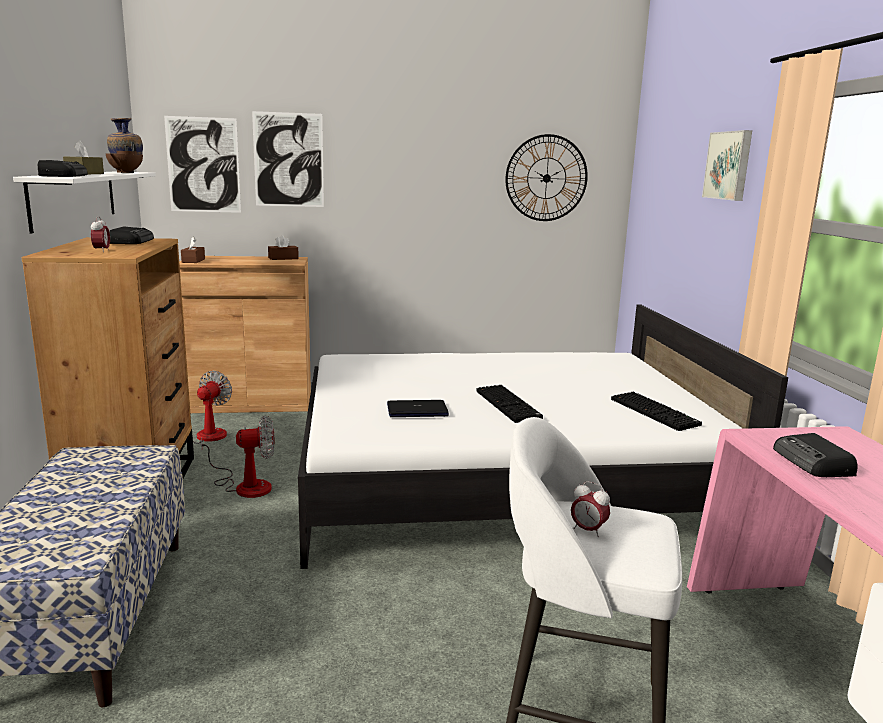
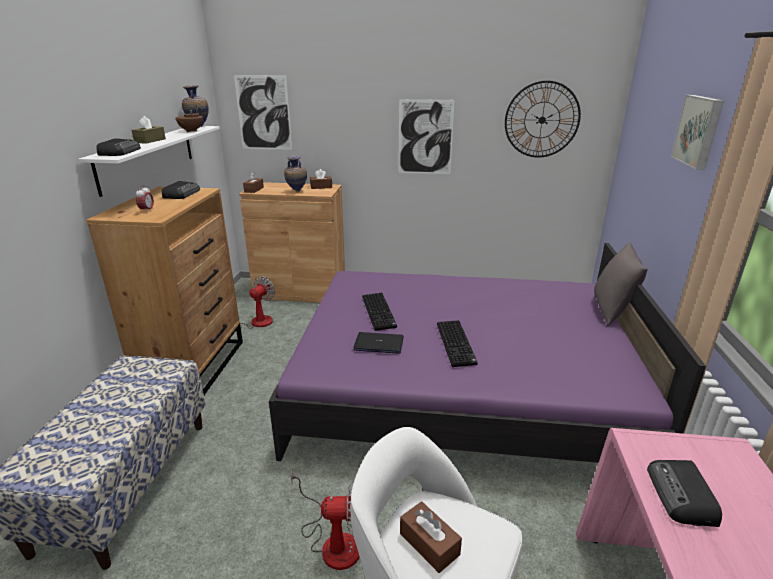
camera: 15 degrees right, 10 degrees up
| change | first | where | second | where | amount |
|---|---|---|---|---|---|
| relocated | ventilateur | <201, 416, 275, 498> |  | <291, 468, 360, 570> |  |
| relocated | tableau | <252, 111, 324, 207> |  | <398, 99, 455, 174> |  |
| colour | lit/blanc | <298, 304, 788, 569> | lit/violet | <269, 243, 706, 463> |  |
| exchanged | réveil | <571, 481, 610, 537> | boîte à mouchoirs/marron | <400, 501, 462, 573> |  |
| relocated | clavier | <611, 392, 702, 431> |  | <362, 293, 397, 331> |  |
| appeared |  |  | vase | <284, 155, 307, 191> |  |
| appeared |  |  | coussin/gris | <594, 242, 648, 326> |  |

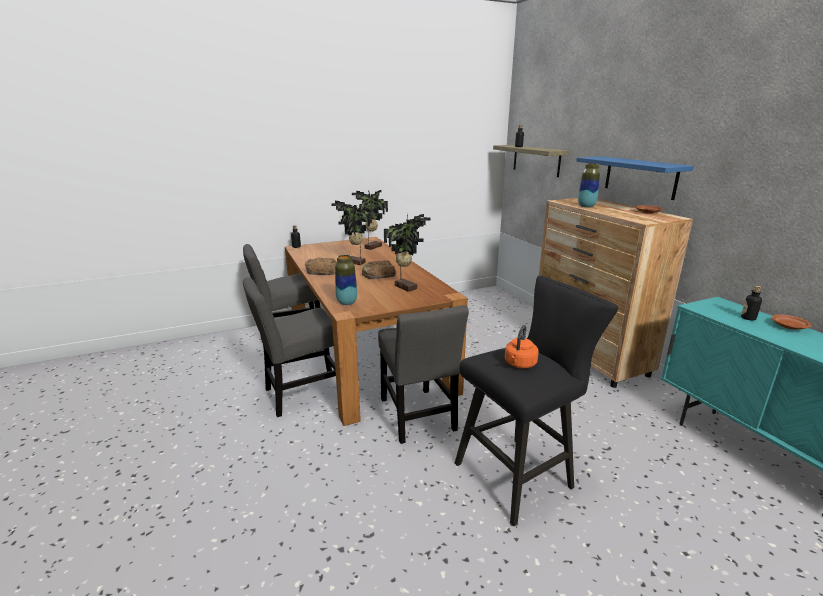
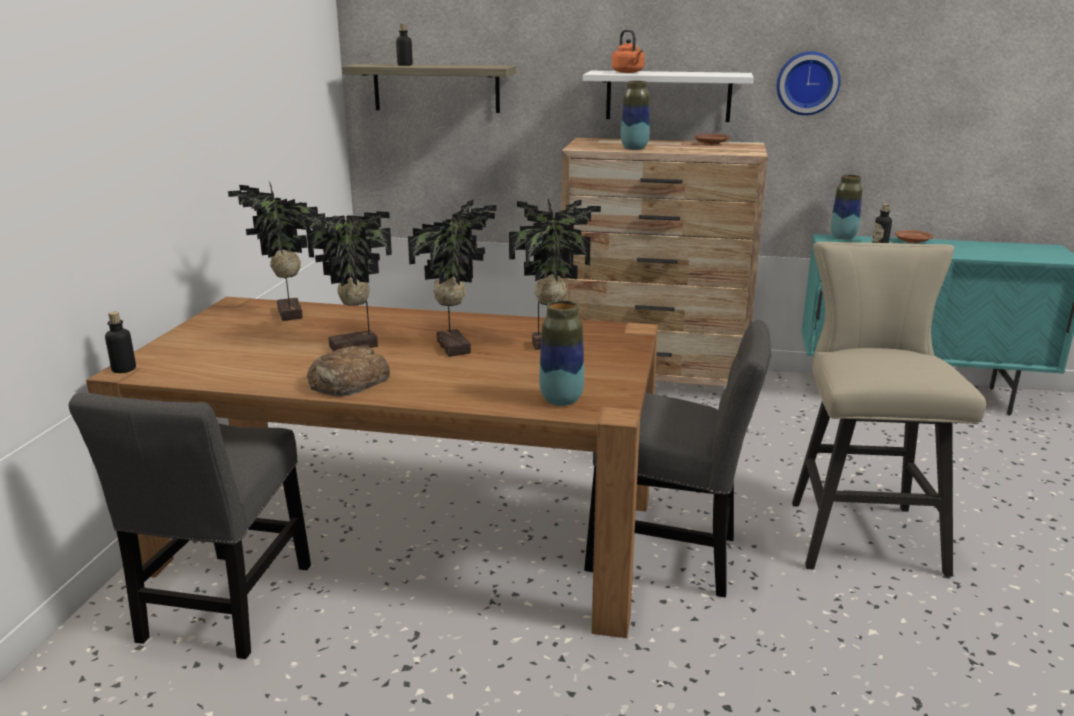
camera: 55 degrees left, 0 degrees up
| change | first | where | second | where | amount |
|---|---|---|---|---|---|
| missing | chaise/gris | <243, 277, 336, 417> |  |  |  |
| exchanged | pain | <362, 261, 397, 279> | plante en pot | <408, 200, 497, 356> |  |
| colour | tabouret/noir | <455, 275, 618, 526> | tabouret/beige | <792, 242, 986, 577> |  |
| relocated | bouilloire/orange | <505, 325, 539, 369> |  | <612, 29, 645, 73> |  |
| colour | étagère/bleu | <576, 156, 694, 200> | étagère/blanc | <583, 71, 753, 122> |  |
| appeared |  |  | horloge murale | <777, 51, 840, 115> |  |
| appeared |  |  | vase | <831, 175, 862, 240> |  |

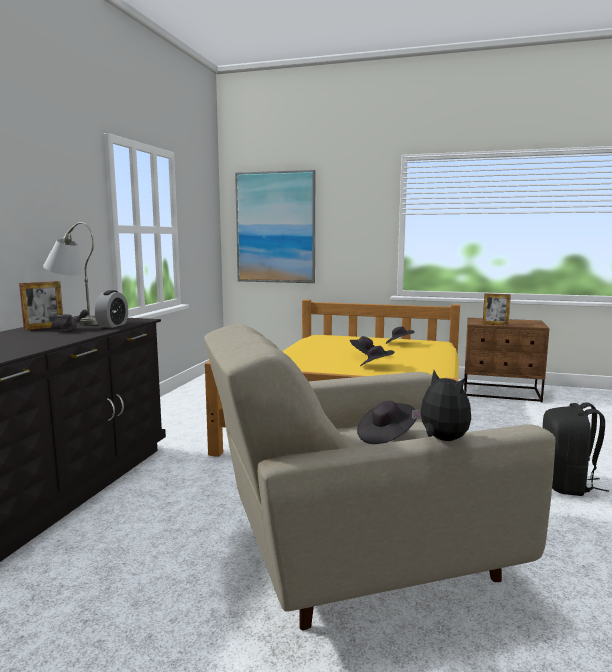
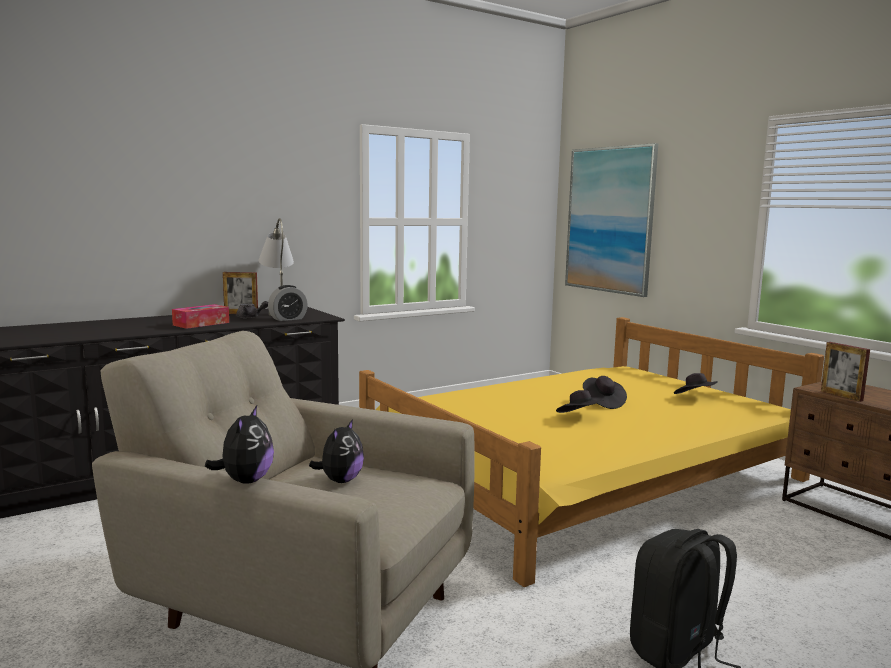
camera: 40 degrees right, 0 degrees up
| change | first | where | second | where | amount |
|---|---|---|---|---|---|
| exchanged | chapeau/noir | <357, 401, 417, 444> | peluche | <309, 419, 364, 483> |  |
| appeared |  |  | boîte à mouchoirs | <172, 304, 229, 329> |  |

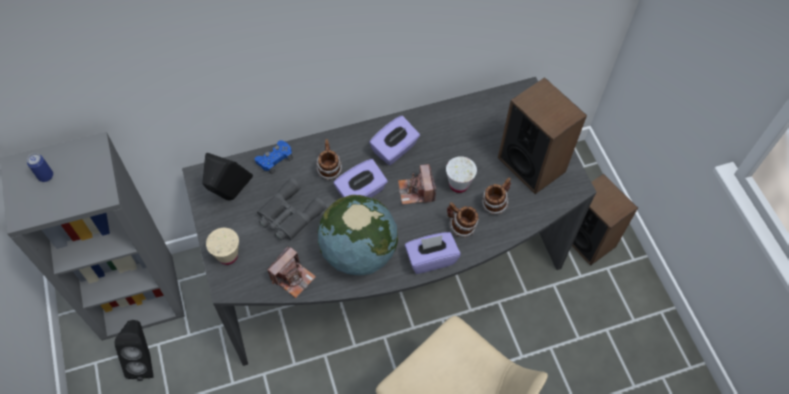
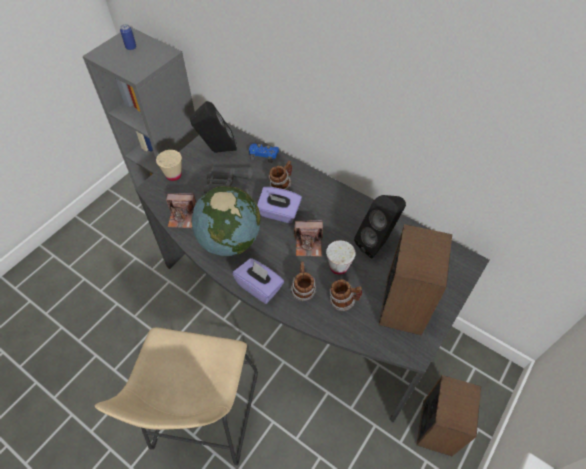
camera: 55 degrees right, 5 degrees down
| change | first | where | second | where | amount |
|---|---|---|---|---|---|
| relocated | enceinte/noir | <115, 320, 154, 381> |  | <354, 195, 406, 258> |  |
| missing | boîte à mouchoirs/violet | <369, 116, 420, 165> |  |  |  |
| spun | appareil photo | <398, 164, 436, 205> |  | <294, 220, 323, 256> | 135 degrees counterclockwise |

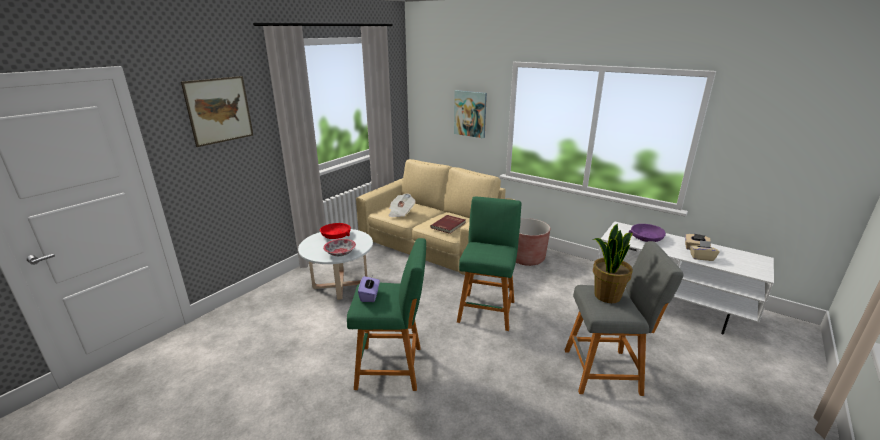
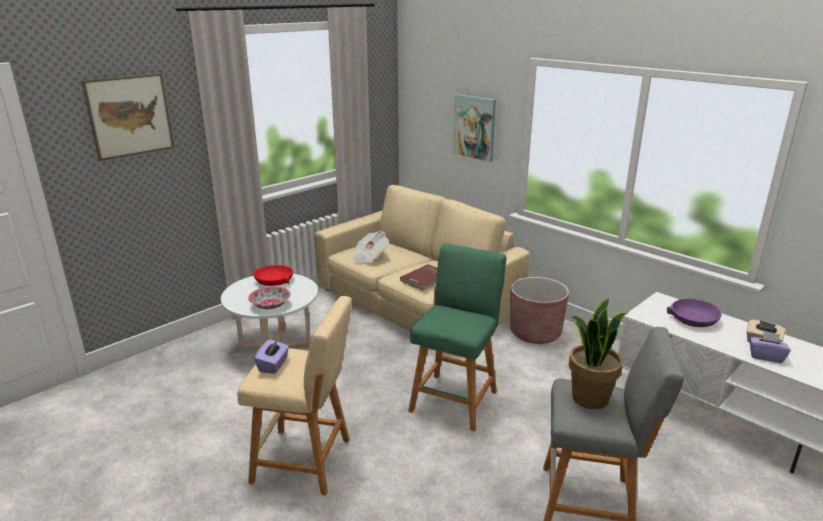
camera: 10 degrees right, 0 degrees up
| change | first | where | second | where | amount |
|---|---|---|---|---|---|
| colour | tabouret/vert | <347, 238, 426, 391> | tabouret/beige | <237, 296, 352, 496> |  |
| colour | boîte à mouchoirs/beige | <690, 240, 720, 261> | boîte à mouchoirs/violet | <749, 331, 791, 363> |  |

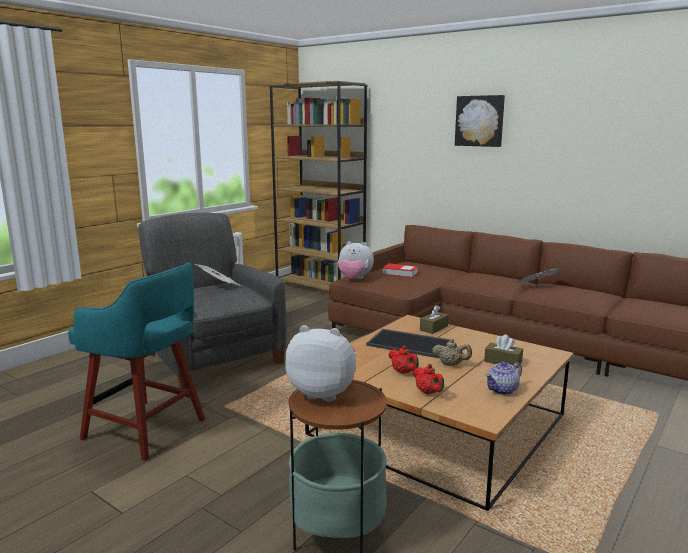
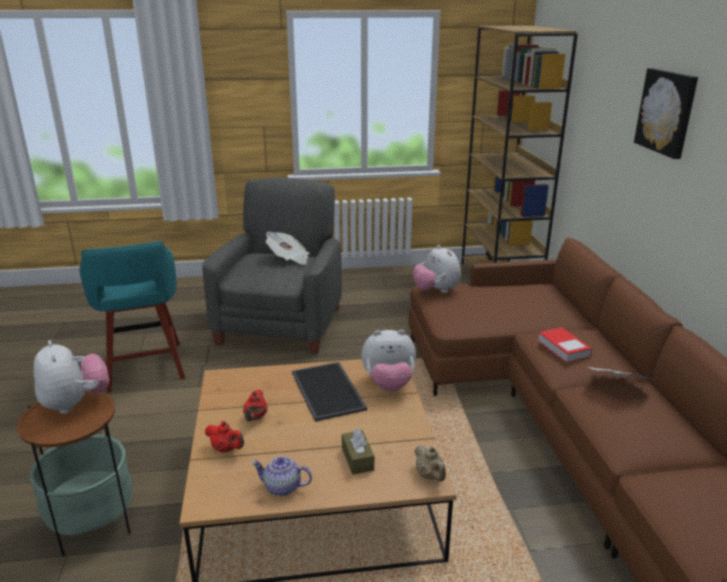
camera: 45 degrees right, 10 degrees up
| change | first | where | second | where | amount |
|---|---|---|---|---|---|
| relocated | livre | <383, 264, 418, 278> |  | <538, 327, 592, 363> |  |
| spun | théière/rouge | <413, 364, 444, 394> |  | <205, 421, 244, 452> | 75 degrees counterclockwise |
| exchanged | boîte à mouchoirs/marron | <420, 305, 449, 334> | peluche | <362, 330, 416, 392> |  |
| relocated | théière/beige | <432, 339, 472, 366> |  | <415, 445, 446, 482> |  |

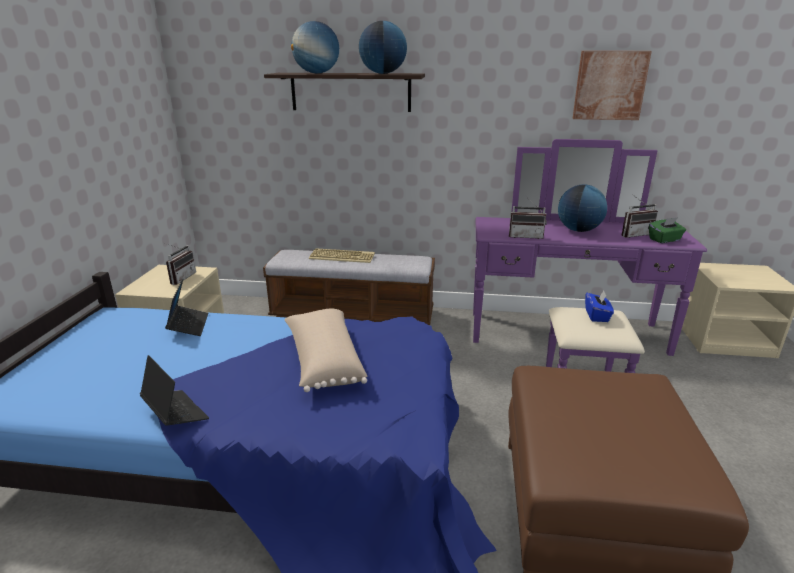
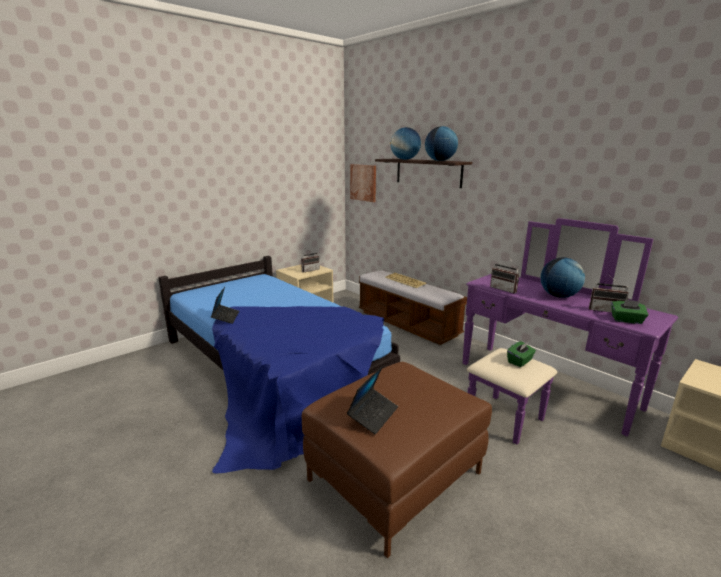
camera: 40 degrees right, 5 degrees down
| change | first | where | second | where | amount |
|---|---|---|---|---|---|
| relocated | ordinateur portable | <165, 279, 208, 336> |  | <347, 366, 398, 434> |  |
| missing | coussin/beige | <284, 308, 367, 392> |  |  |  |
| relocated | tableau | <573, 51, 652, 120> |  | <350, 164, 376, 202> |  |
| colour | boîte à mouchoirs/bleu | <585, 290, 614, 322> | boîte à mouchoirs/vert | <507, 341, 536, 367> |  |

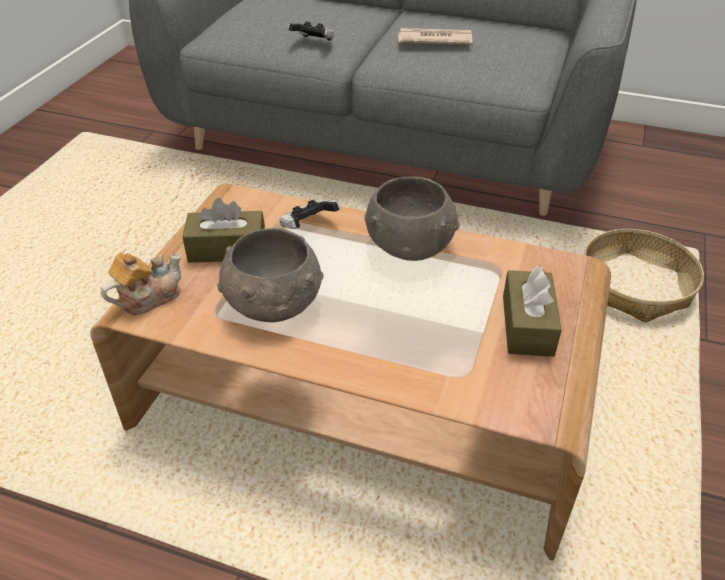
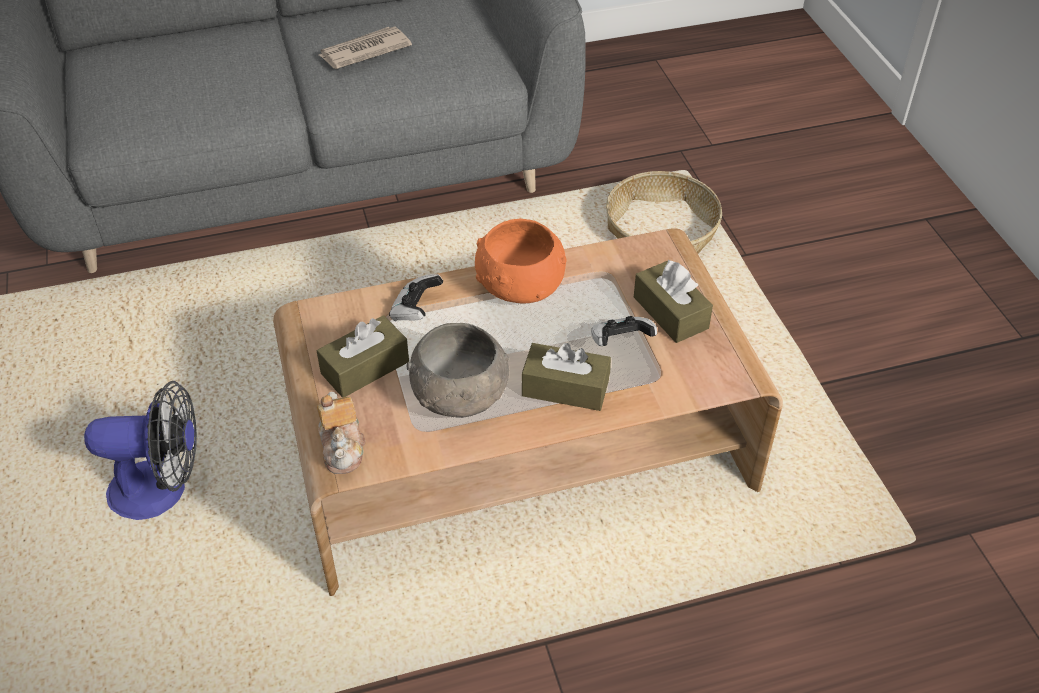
camera: 35 degrees left, 5 degrees up
| change | first | where | second | where | amount |
|---|---|---|---|---|---|
| spun | théière | <101, 253, 182, 315> |  | <317, 392, 365, 474> | 150 degrees clockwise |
| relocated | manette | <288, 21, 334, 41> |  | <591, 316, 657, 346> |  |
| colour | bol/gris | <365, 176, 460, 261> | bol/orange | <475, 219, 566, 304> |  |
| appeared |  |  | ventilateur | <84, 381, 197, 520> |  |
| appeared |  |  | boîte à mouchoirs/marron | <522, 343, 611, 411> |  |

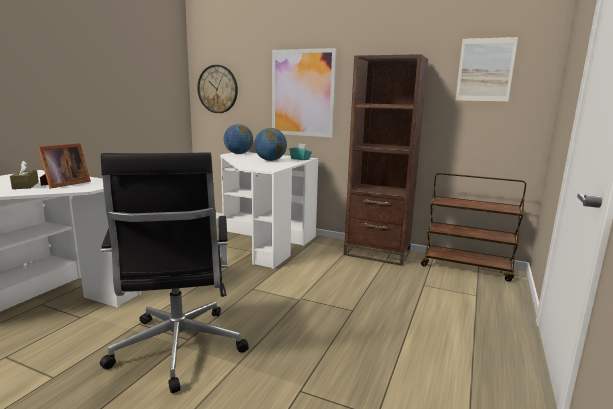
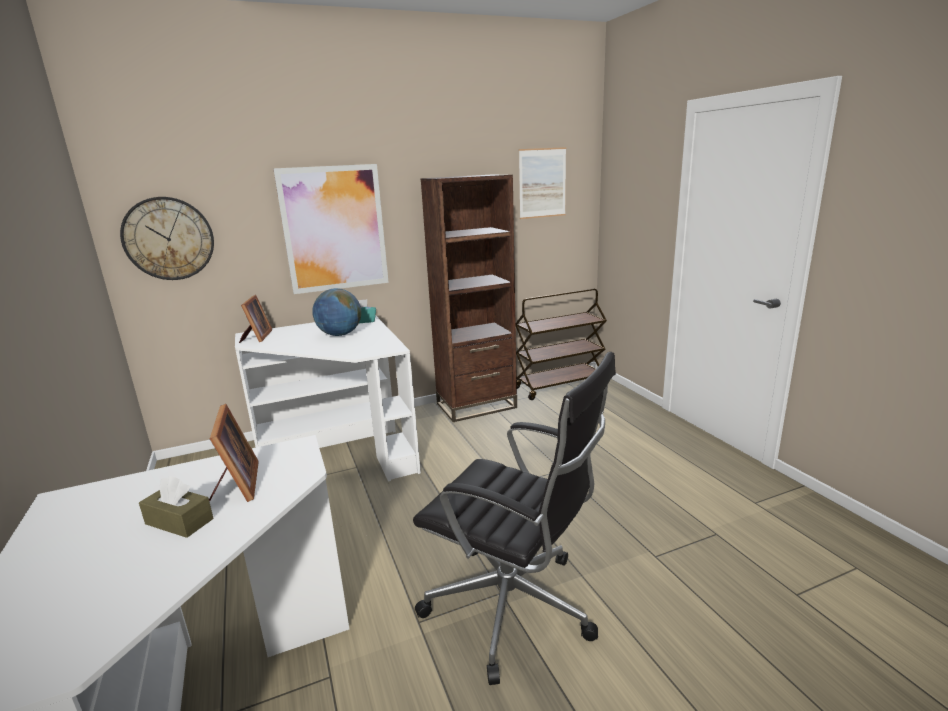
camera: 45 degrees left, 5 degrees up
| change | first | where | second | where | amount |
|---|---|---|---|---|---|
| exchanged | globe | <224, 124, 253, 154> | cadre photo | <239, 295, 273, 343> |  |

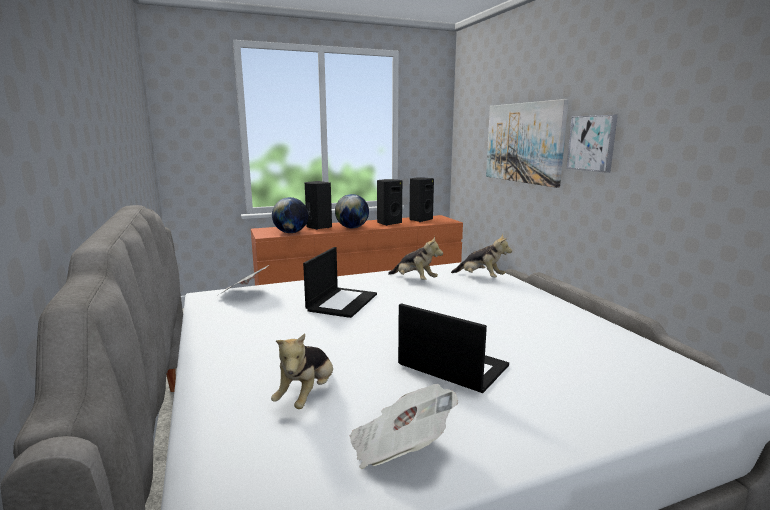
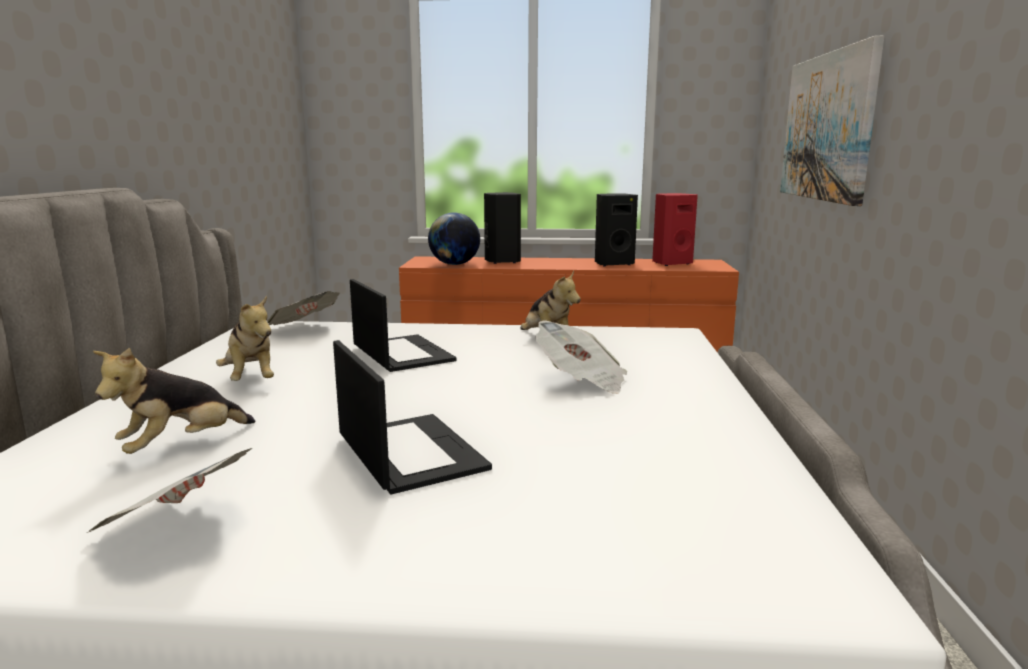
camera: 25 degrees right, 0 degrees up
| change | first | where | second | where | amount |
|---|---|---|---|---|---|
| spun | ordinateur portable | <303, 247, 377, 318> |  | <350, 279, 456, 372> | 75 degrees counterclockwise |
| missing | globe | <335, 194, 369, 228> |  |  |  |
| colour | enceinte/noir | <409, 177, 434, 222> | enceinte/rouge | <652, 193, 698, 266> |  |
| relocated | peluche | <451, 234, 512, 278> |  | <216, 296, 274, 381> |  |
| missing | tableau | <566, 115, 618, 173> |  |  |  |
| appeared |  |  | journal | <535, 321, 627, 394> |  |

